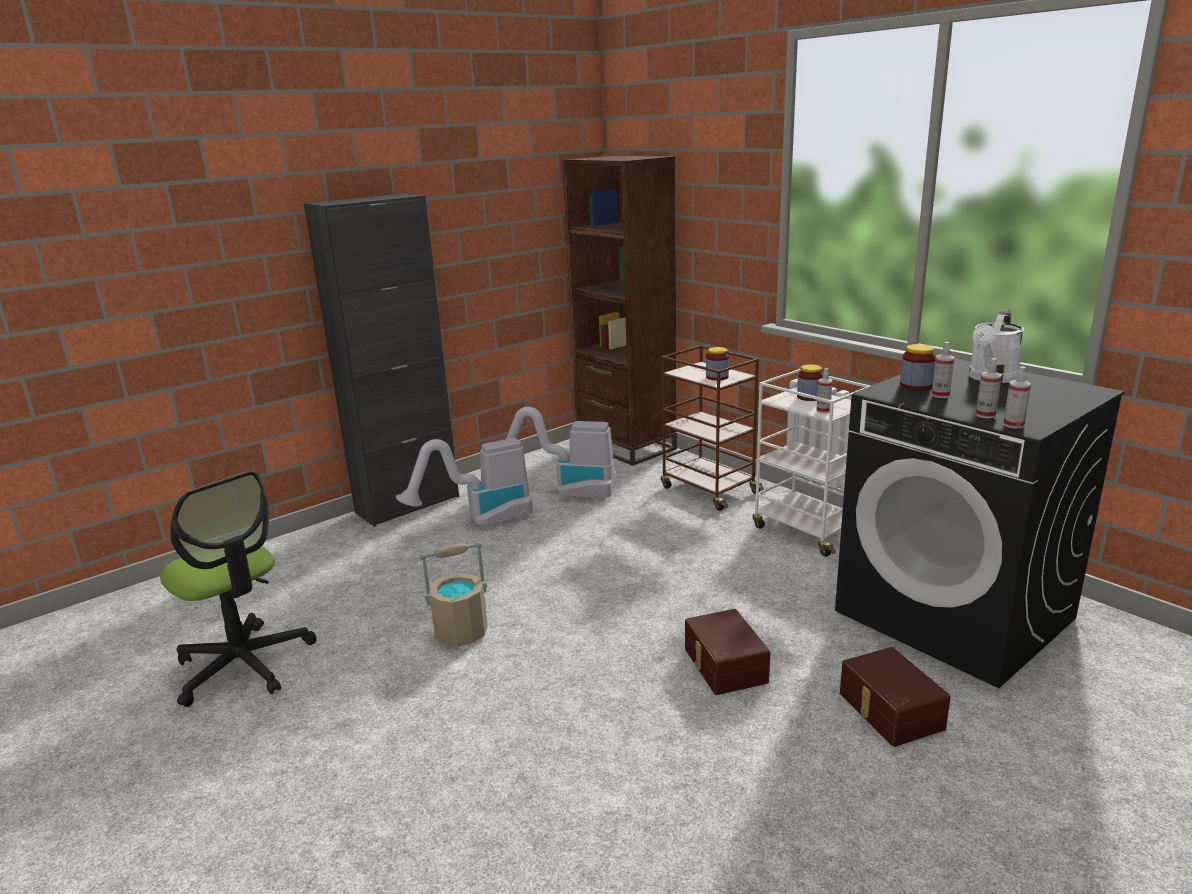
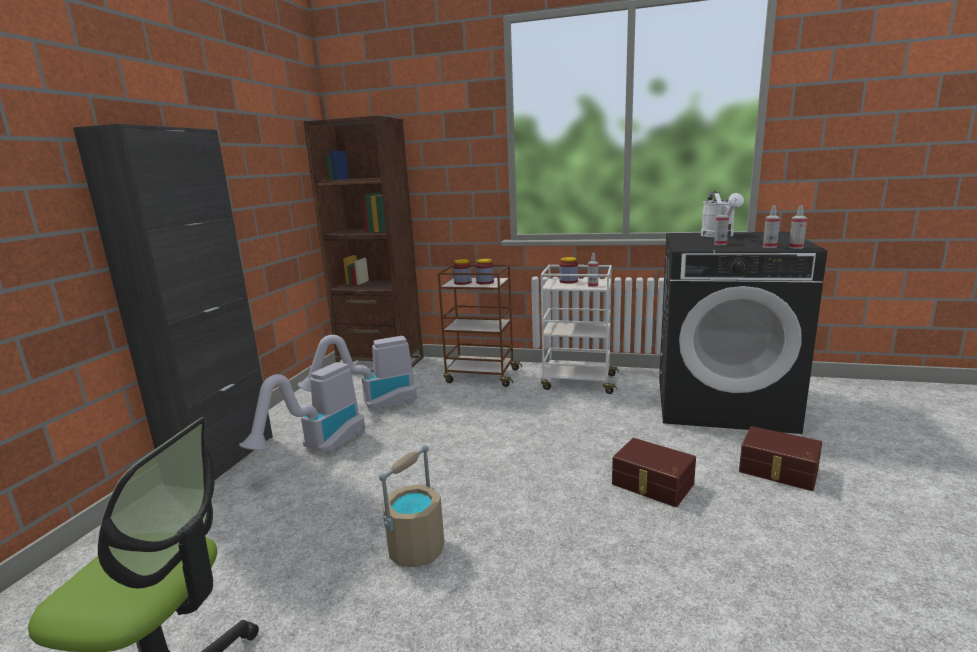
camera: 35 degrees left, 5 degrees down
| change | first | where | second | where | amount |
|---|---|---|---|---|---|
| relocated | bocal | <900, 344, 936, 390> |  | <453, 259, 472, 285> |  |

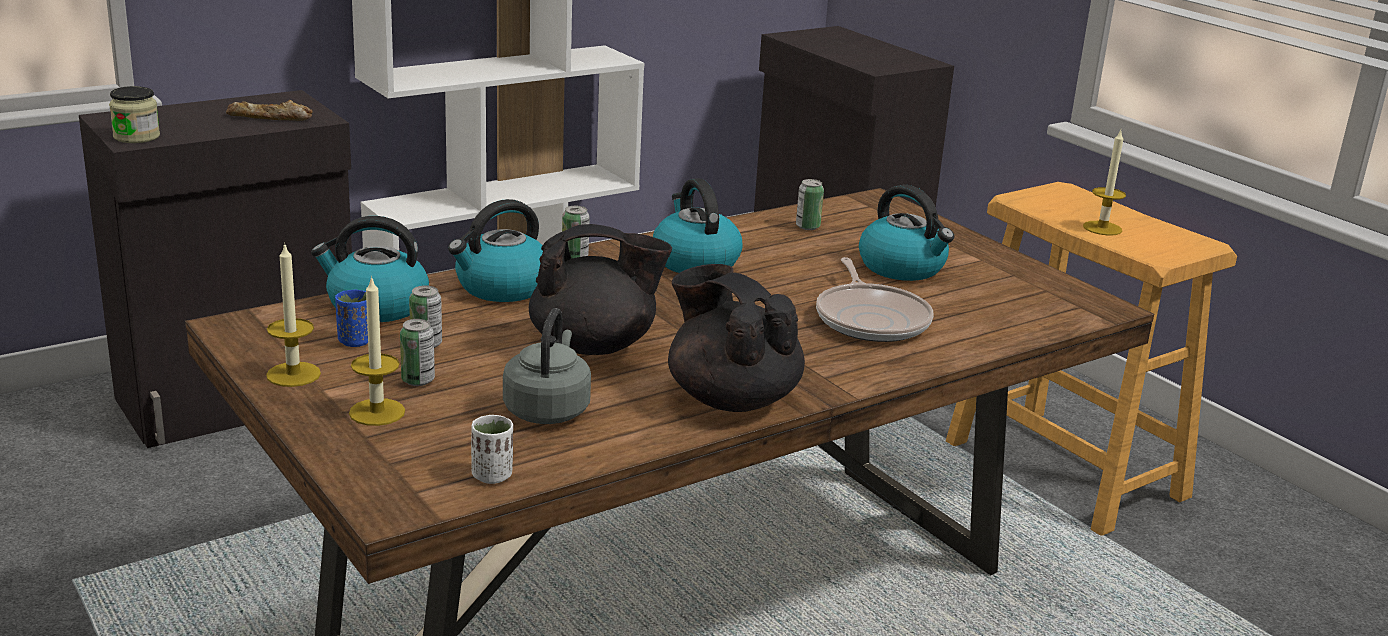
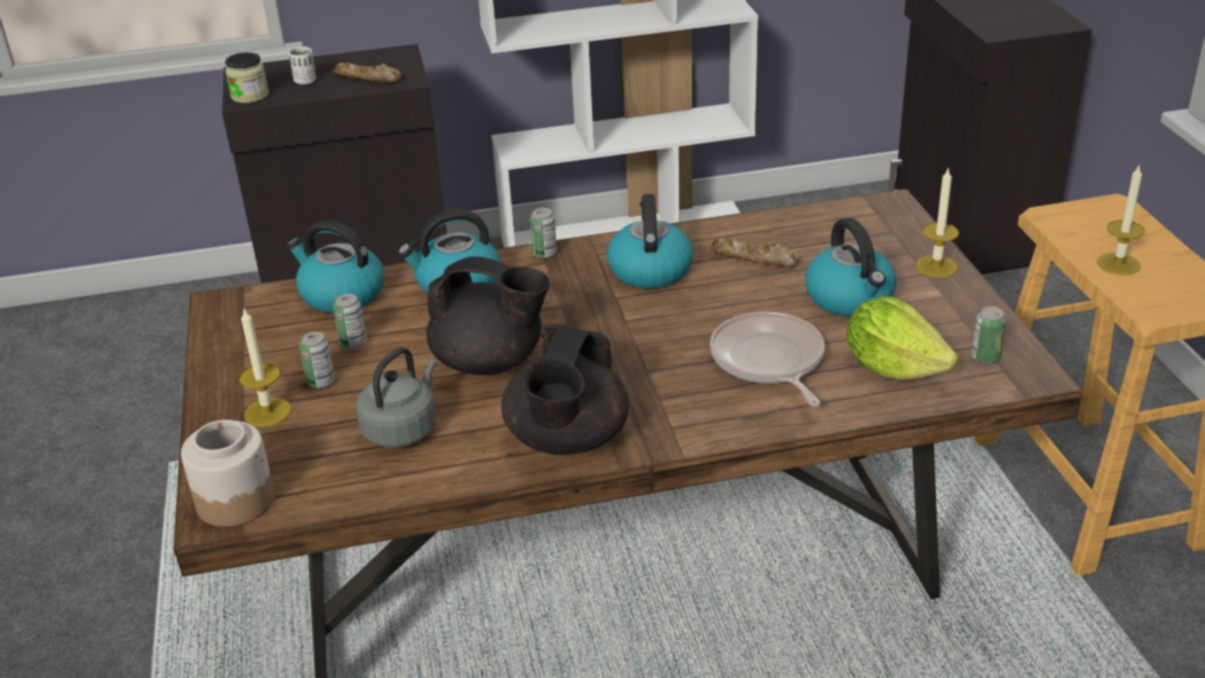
camera: 25 degrees right, 10 degrees up
| change | first | where | second | where | amount |
|---|---|---|---|---|---|
| relocated | bougie | <266, 242, 321, 387> |  | <916, 169, 959, 278> |  |
| missing | tasse/bleu | <335, 290, 368, 347> |  |  |  |
| relocated | tasse/blanc | <471, 415, 513, 484> |  | <289, 46, 316, 85> |  |
| spun | théière/noir | <668, 264, 805, 412> |  | <501, 325, 629, 455> | 150 degrees counterclockwise |
| relocated | boîte métallique | <796, 179, 824, 230> |  | <971, 306, 1006, 364> |  |
| spun | poêle | <816, 257, 933, 342> |  | <710, 312, 825, 407> | 150 degrees clockwise |
| appeared |  |  | bocal | <181, 420, 275, 527> |  |
| appeared |  |  | pain | <710, 238, 800, 267> |  |
| appeared |  |  | laitue | <847, 296, 958, 380> |  |

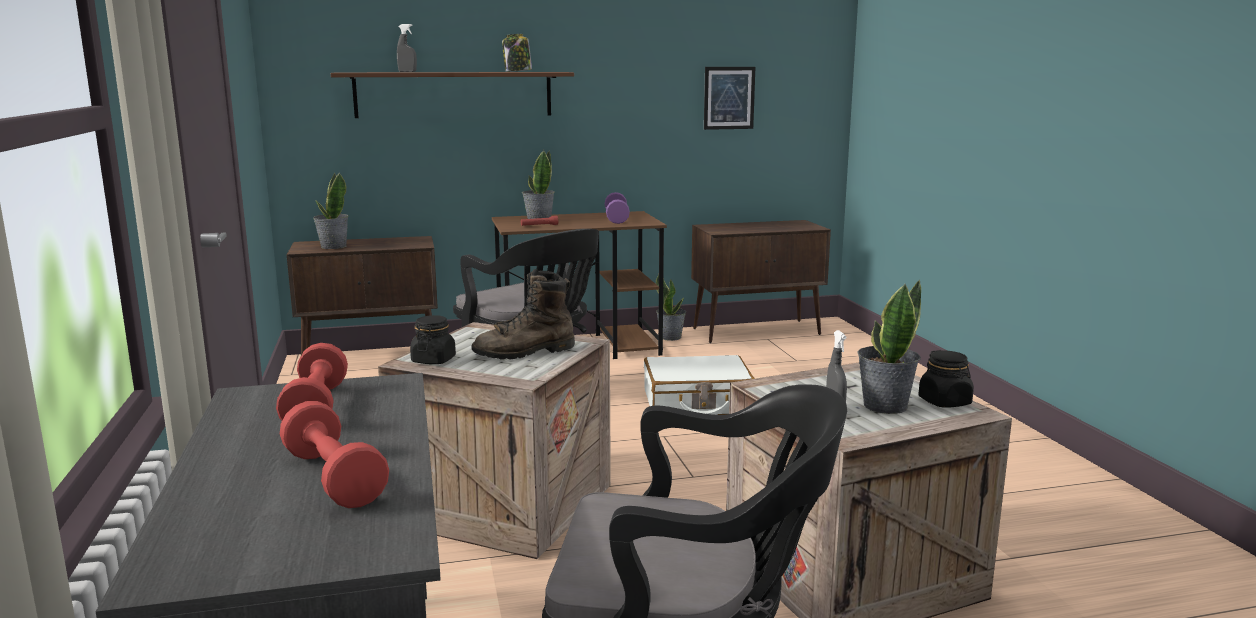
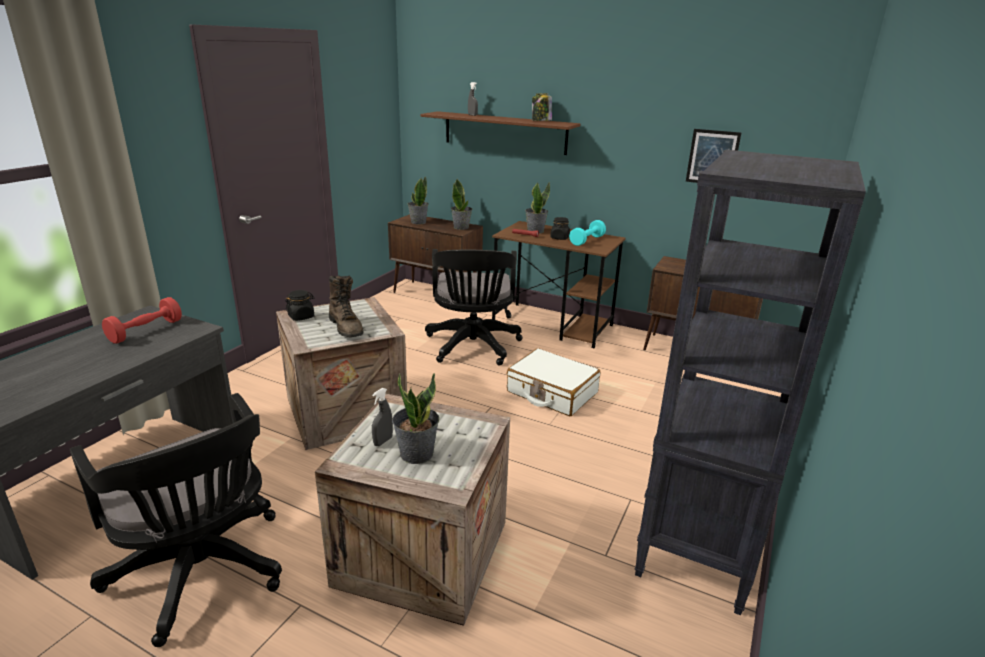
camera: 40 degrees right, 10 degrees up
| change | first | where | second | where | amount |
|---|---|---|---|---|---|
| missing | haltère/rouge | <280, 401, 389, 508> |  |  |  |
| spun | botte/marron | <471, 269, 575, 359> |  | <329, 275, 364, 337> | 135 degrees counterclockwise |
| colour | haltère/violet | <605, 192, 630, 224> | haltère/turquoise | <569, 220, 606, 246> |  |
| relocated | plante en pot | <656, 274, 686, 341> |  | <451, 179, 472, 230> |  |
| relocated | bocal/noir | <918, 350, 974, 408> |  | <550, 217, 570, 240> |  |
| appeared |  |  | bibliothèque/noir | <634, 150, 866, 615> |  |

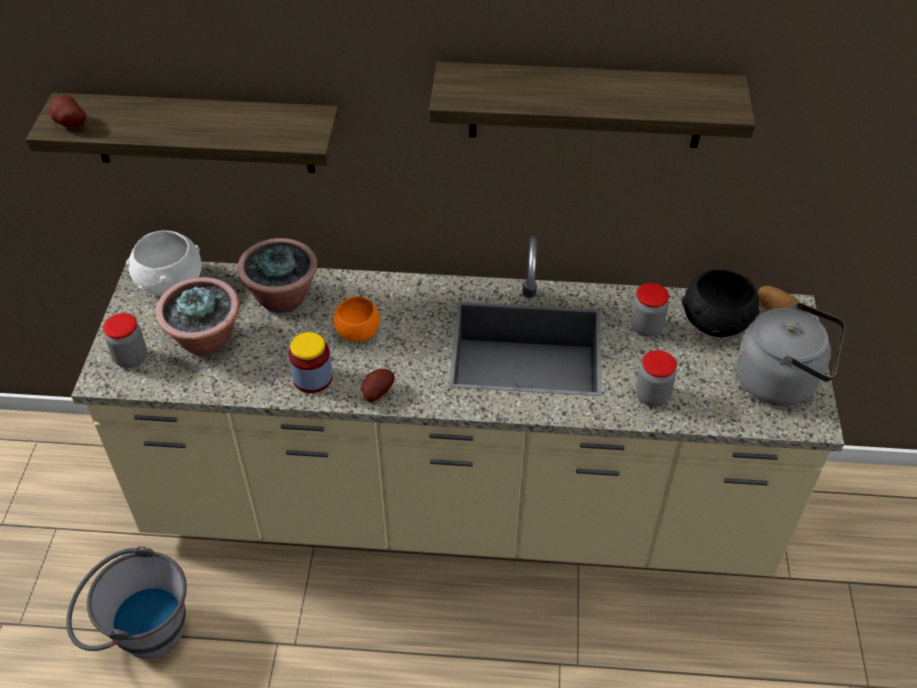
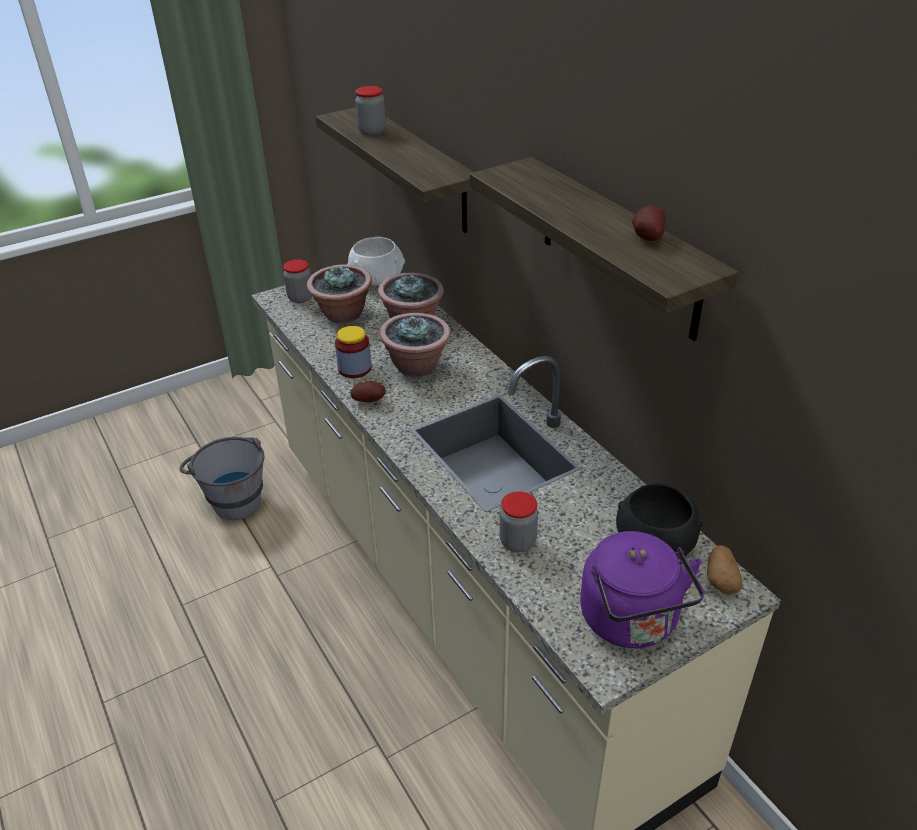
camera: 55 degrees right, 10 degrees down
| change | first | where | second | where | amount |
|---|---|---|---|---|---|
| relocated | pomme de terre | <49, 95, 86, 127> |  | <632, 205, 666, 241> |  |
| exchanged | bol/orange | <334, 296, 380, 342> | plante en pot | <379, 313, 450, 377> |  |
| relocated | bocal | <630, 283, 669, 337> |  | <355, 86, 386, 135> |  |
| colour | bouilloire/gris | <736, 303, 845, 406> | bouilloire/violet | <580, 531, 705, 648> |  |

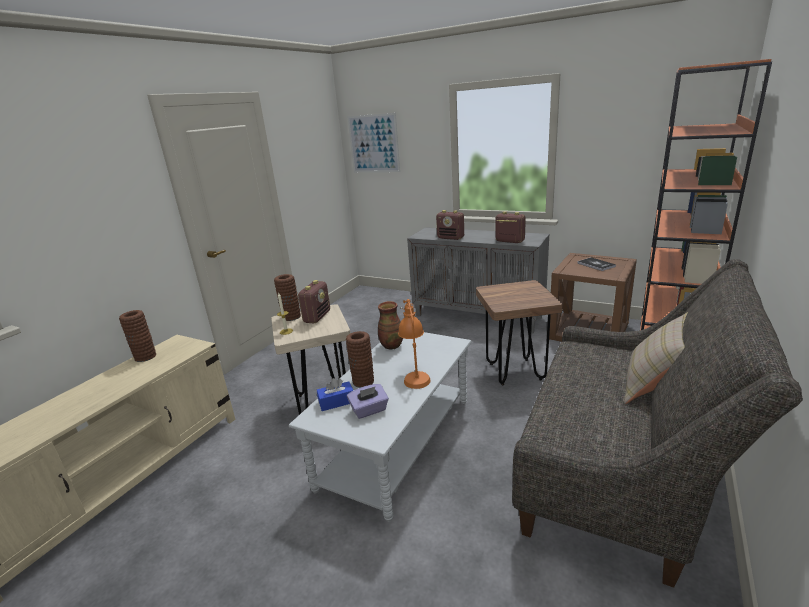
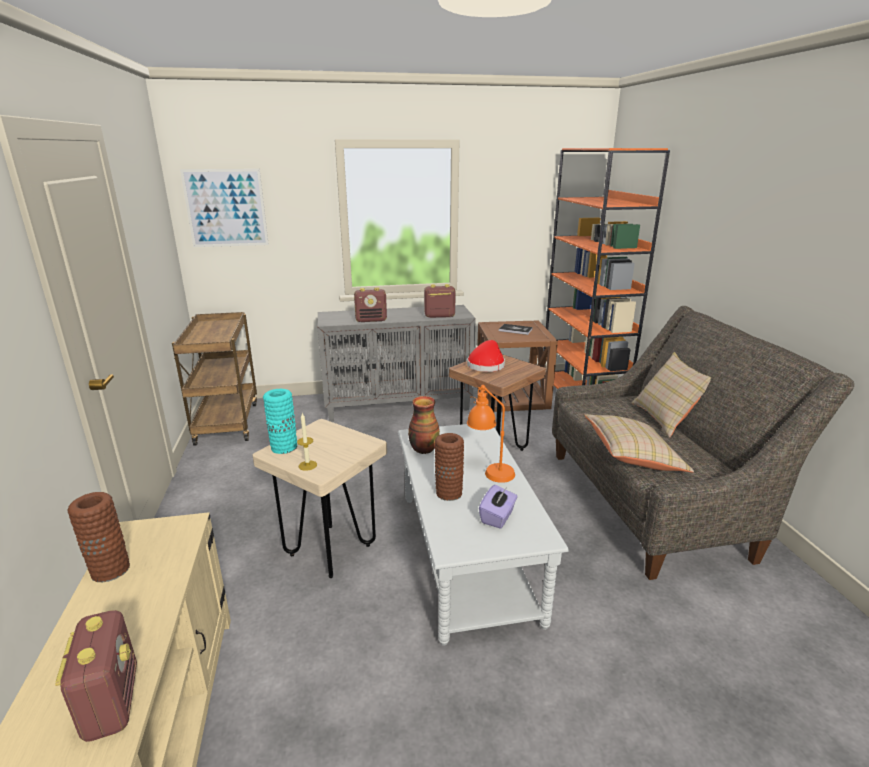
camera: 40 degrees left, 0 degrees up
| change | first | where | second | where | amount |
|---|---|---|---|---|---|
| colour | vase/marron | <274, 274, 301, 321> | vase/turquoise | <263, 389, 297, 454> |  |
| relocated | radio | <298, 280, 330, 323> |  | <55, 610, 137, 742> |  |
| missing | boîte à mouchoirs/bleu | <317, 378, 353, 411> |  |  |  |
| appeared |  |  | chariot/marron | <172, 312, 257, 446> |  |
| appeared |  |  | chapeau/rouge | <467, 340, 505, 372> |  |
| appeared |  |  | coussin/beige | <585, 414, 694, 473> |  |

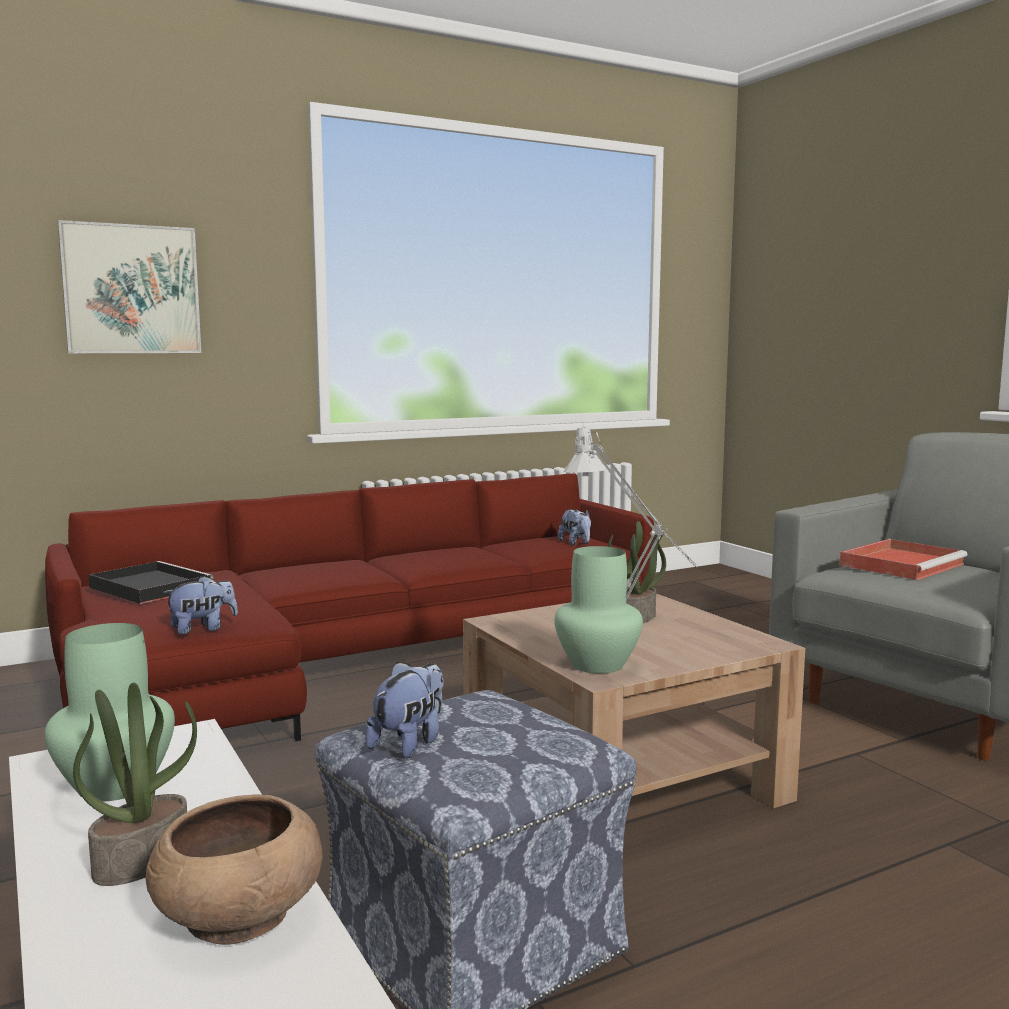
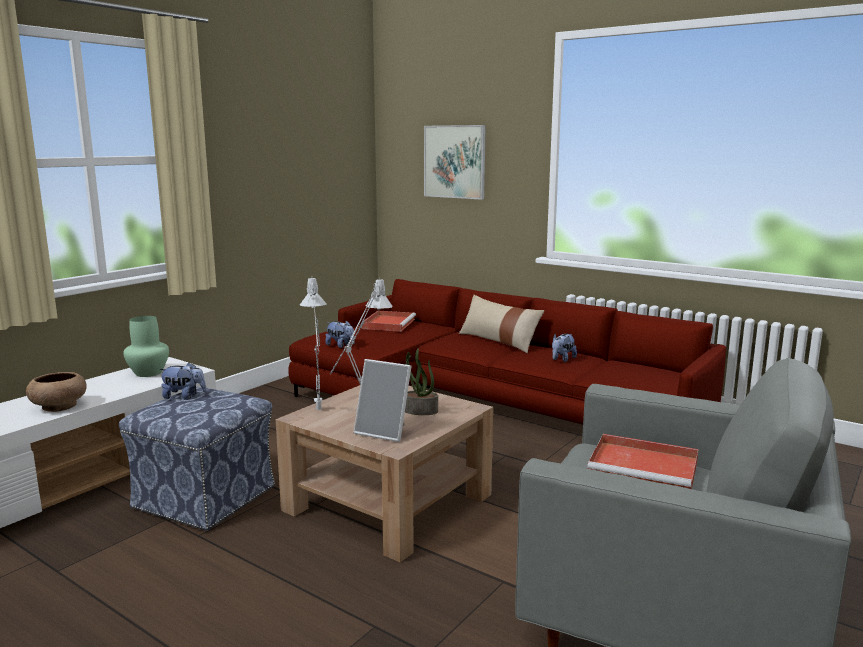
camera: 65 degrees right, 5 degrees up
| change | first | where | second | where | amount |
|---|---|---|---|---|---|
| missing | plante en pot | <73, 683, 197, 886> |  |  |  |
| colour | plateau/noir | <88, 561, 214, 604> | plateau/rouge | <362, 311, 416, 332> |  |
| exchanged | vase/vert | <554, 546, 643, 674> | lampe de table/gris | <300, 278, 327, 410> |  |
| relocated | peluche | <558, 509, 591, 546> |  | <552, 334, 577, 362> |  |
| appeared |  |  | cadre photo | <354, 359, 412, 442> |  |
| appeared |  |  | coussin/beige | <459, 295, 544, 353> |  |

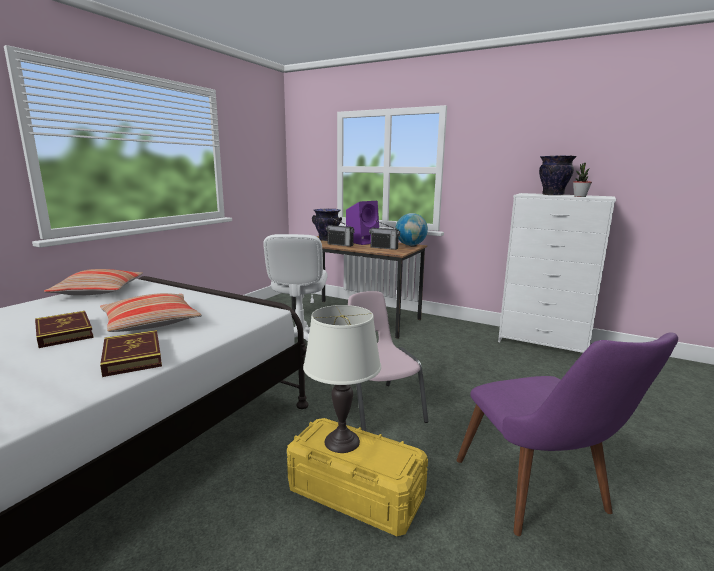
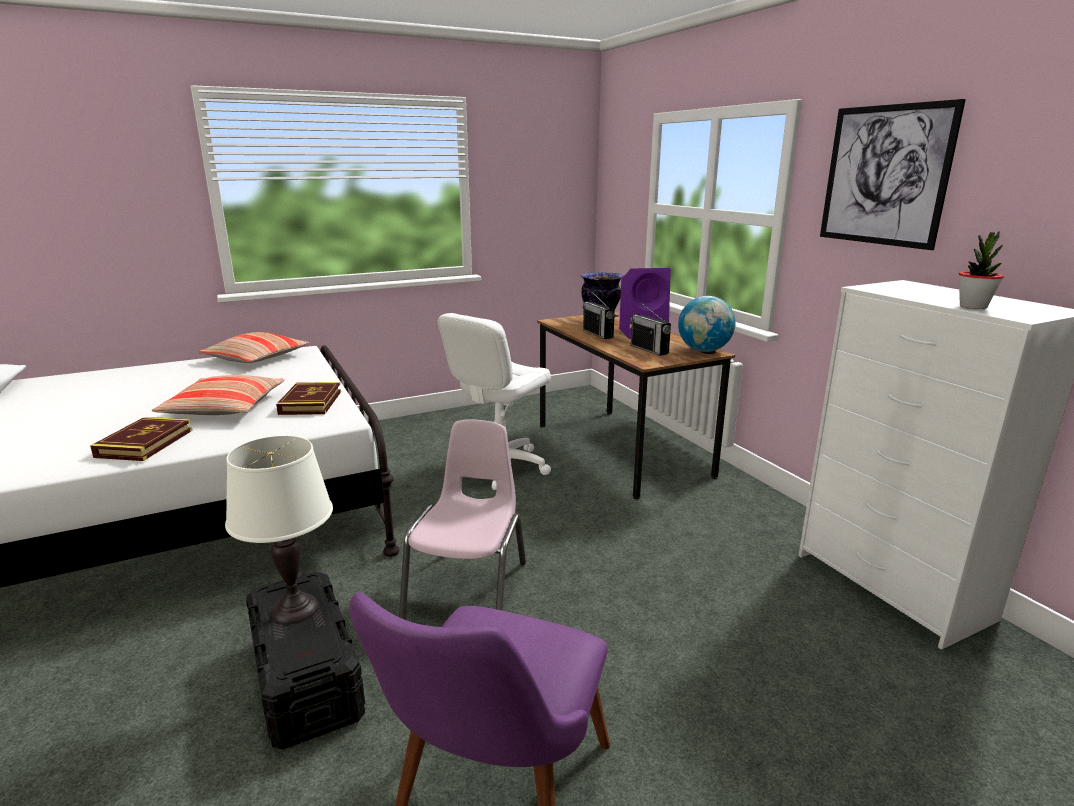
camera: 35 degrees right, 5 degrees up
| change | first | where | second | where | amount |
|---|---|---|---|---|---|
| relocated | livre | <35, 311, 94, 348> |  | <276, 382, 341, 415> |  |
| colour | boîte de rangement/jaune | <287, 418, 428, 536> | boîte de rangement/noir | <246, 572, 365, 750> |  |
| missing | vase | <539, 156, 577, 195> |  |  |  |
| appeared |  |  | tableau | <820, 99, 966, 250> |  |

